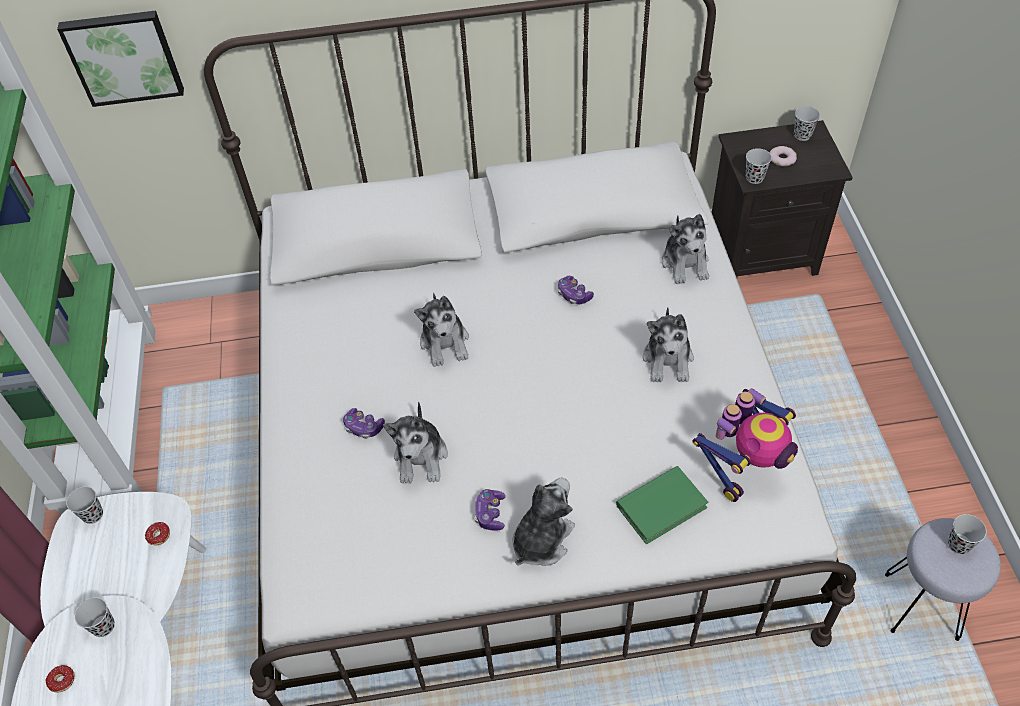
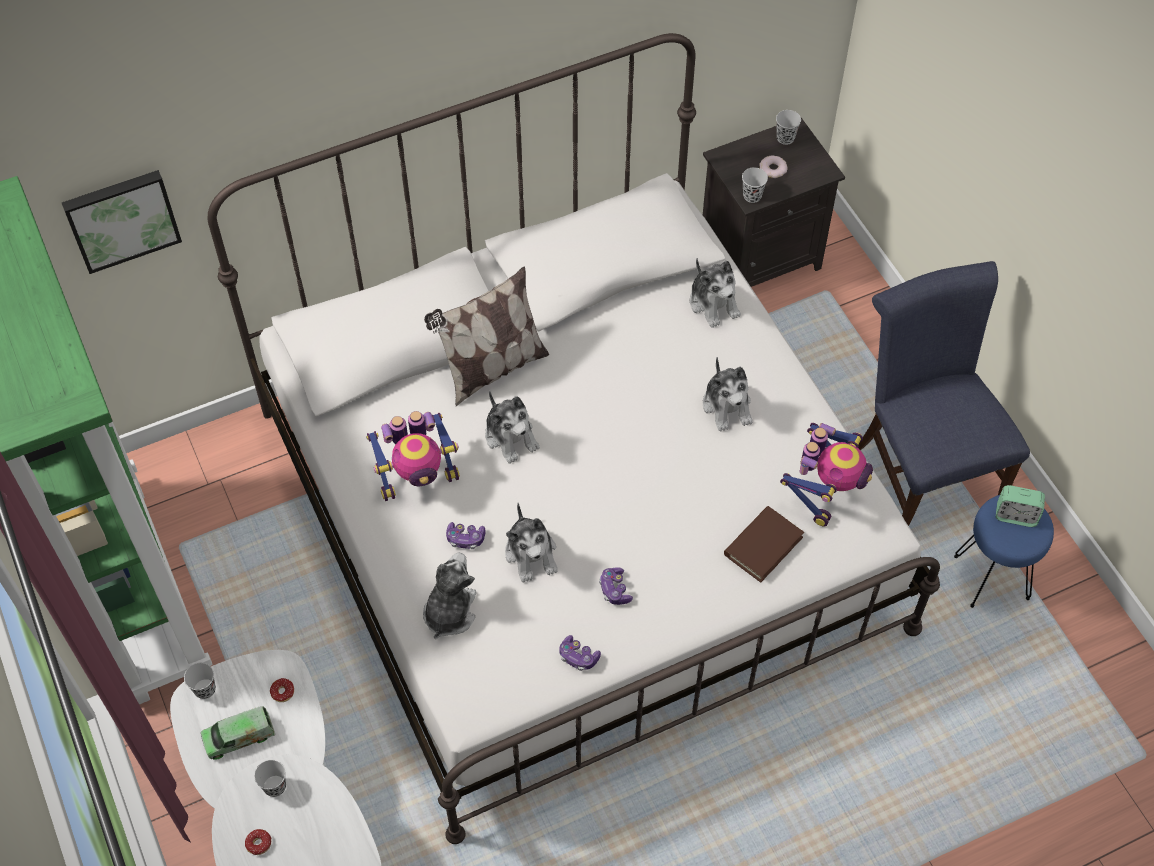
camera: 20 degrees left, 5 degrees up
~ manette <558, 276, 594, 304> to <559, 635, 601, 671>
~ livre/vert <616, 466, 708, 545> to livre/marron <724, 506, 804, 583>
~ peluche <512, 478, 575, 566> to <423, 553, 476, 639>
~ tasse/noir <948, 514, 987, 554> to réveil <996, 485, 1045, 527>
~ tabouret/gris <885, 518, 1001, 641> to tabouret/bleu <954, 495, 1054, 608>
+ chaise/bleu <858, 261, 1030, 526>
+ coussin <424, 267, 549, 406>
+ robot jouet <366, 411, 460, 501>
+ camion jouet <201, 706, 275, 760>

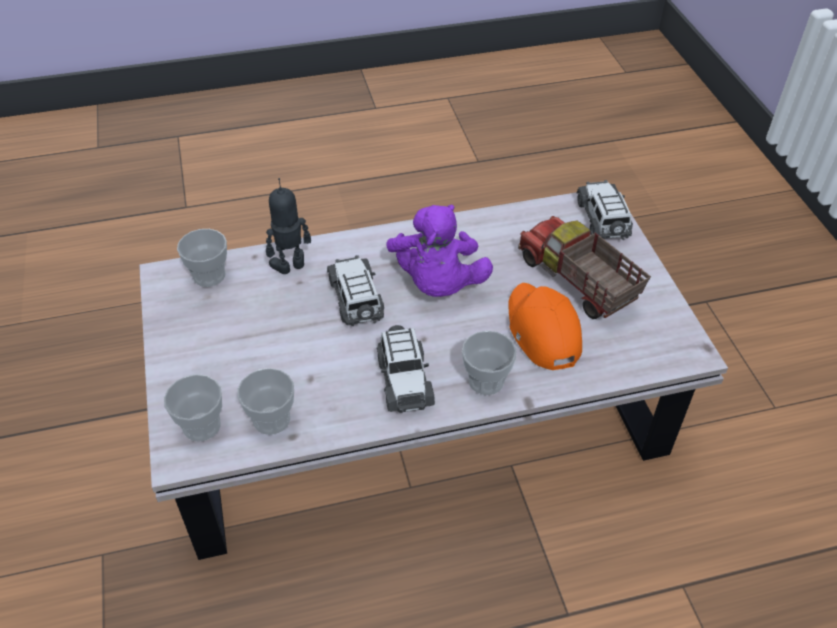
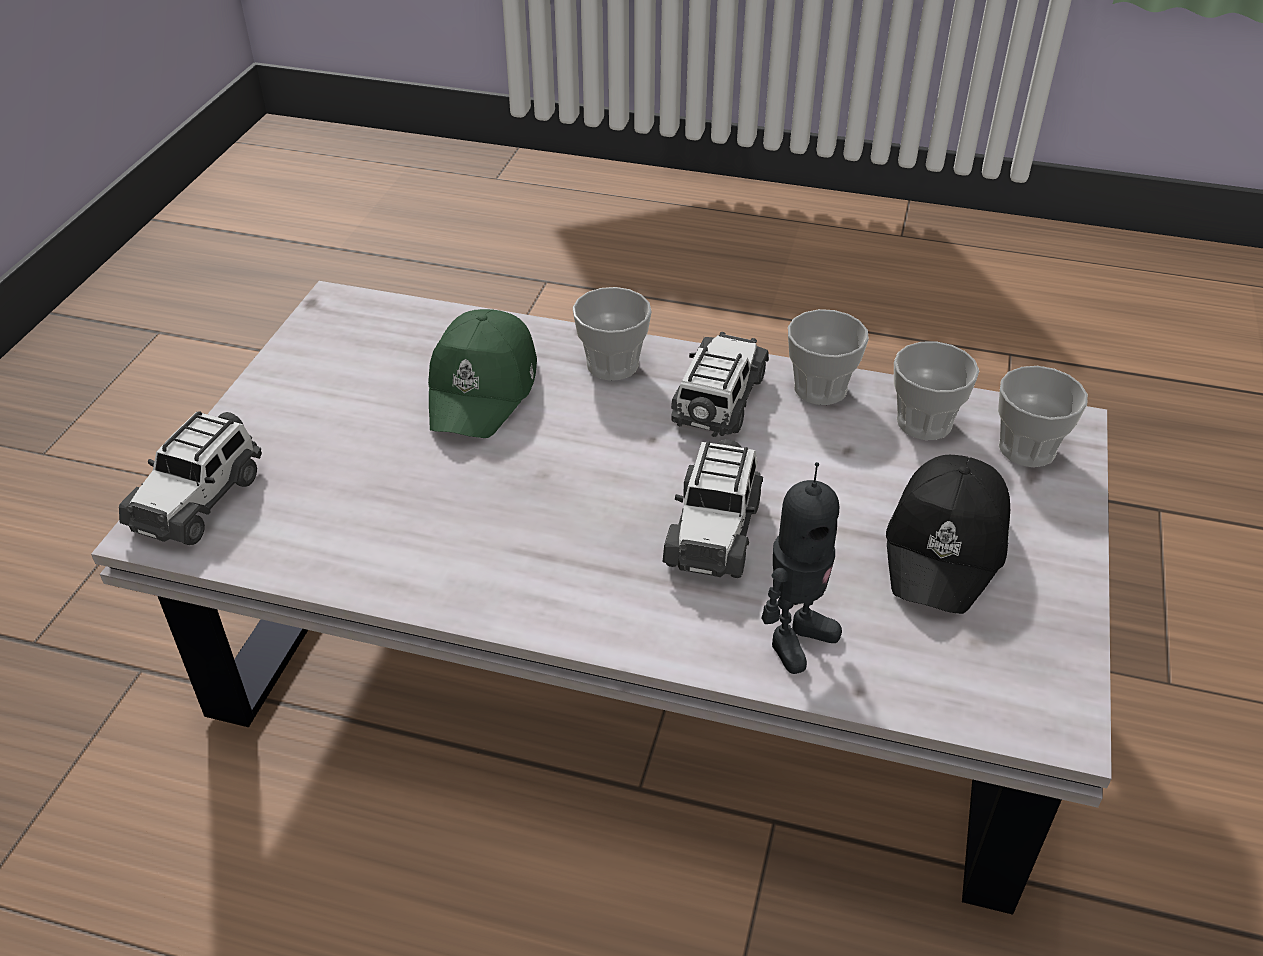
camera: 150 degrees left, 5 degrees down
~ robot jouet <266, 178, 311, 274> = <761, 462, 842, 674> 45 degrees counterclockwise
- peluche/violet <386, 204, 493, 297>
- camion jouet <518, 216, 651, 319>
~ tasse <177, 229, 227, 287> to <788, 309, 869, 405>
~ casquette/orange <508, 283, 582, 370> to casquette/vert <428, 309, 537, 438>
+ casquette/noir <886, 455, 1010, 614>

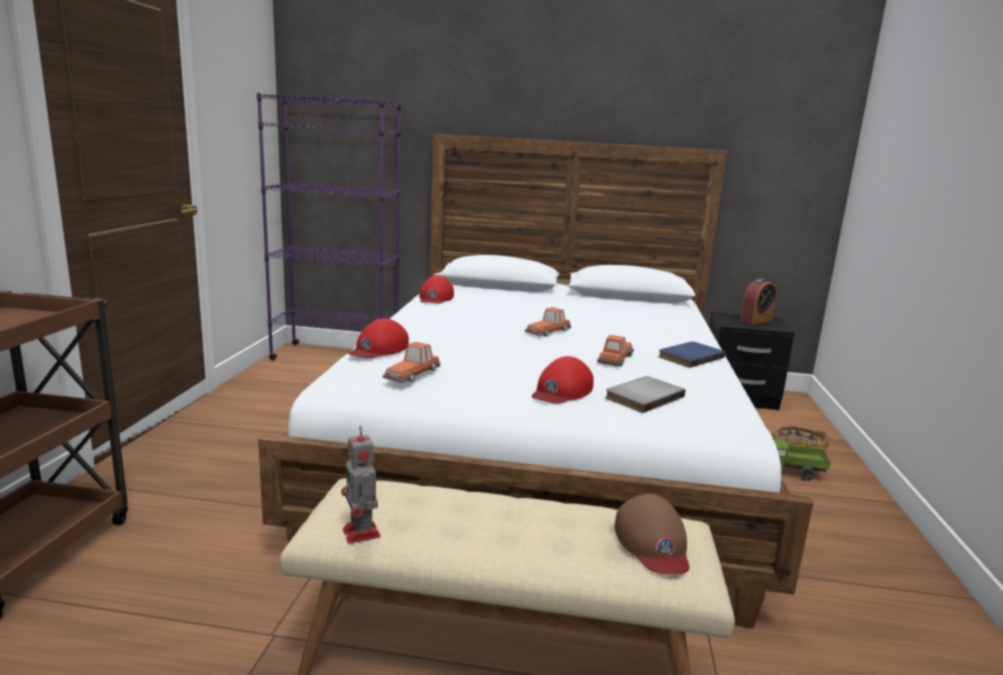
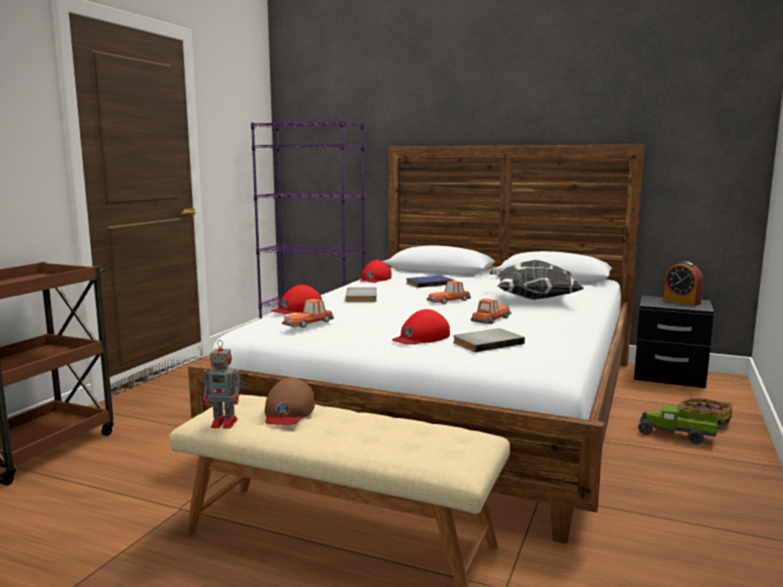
camera: 15 degrees right, 5 degrees down
~ réveil <740, 278, 776, 324> = <663, 261, 703, 306> 75 degrees clockwise
~ livre/bleu <658, 342, 725, 368> to <406, 275, 454, 288>
~ robot jouet <341, 426, 381, 544> = <203, 340, 244, 429> 75 degrees counterclockwise
~ casquette/marron <615, 494, 690, 575> to <265, 377, 315, 425>
+ coussin <489, 260, 585, 300>
+ livre/gris <345, 287, 377, 302>

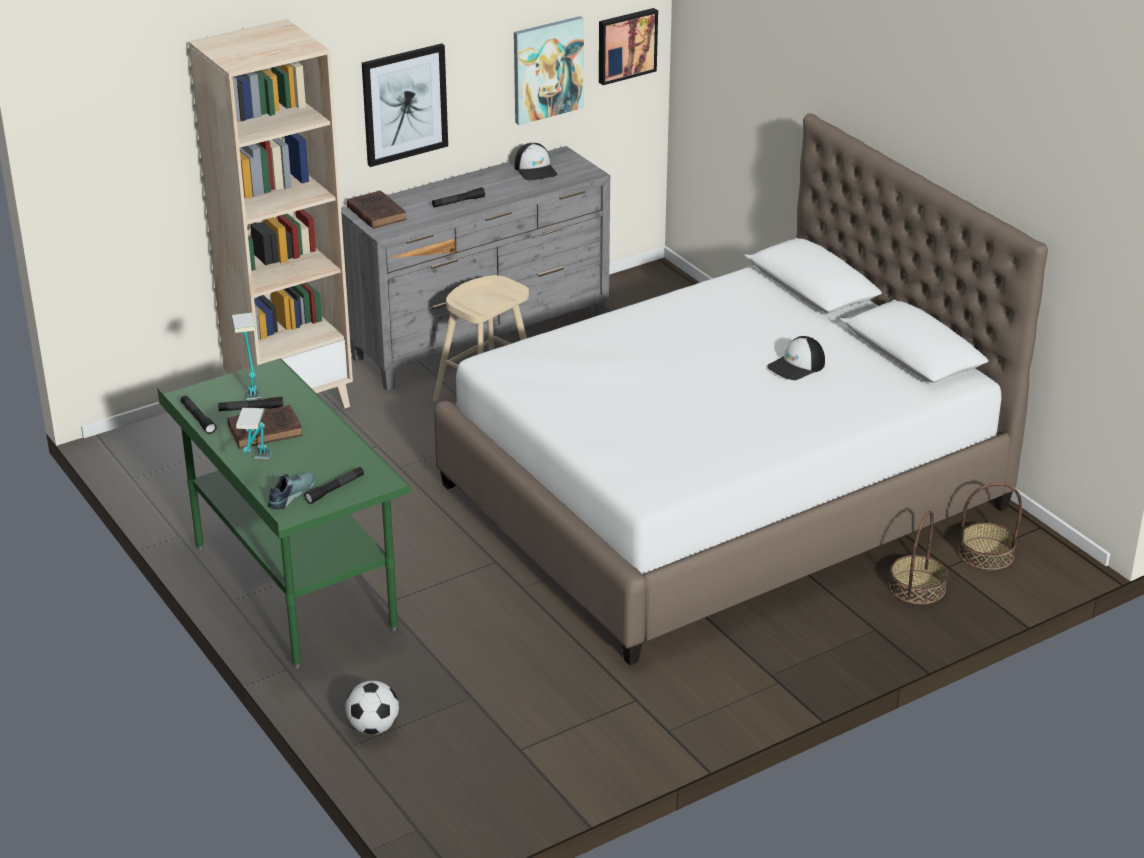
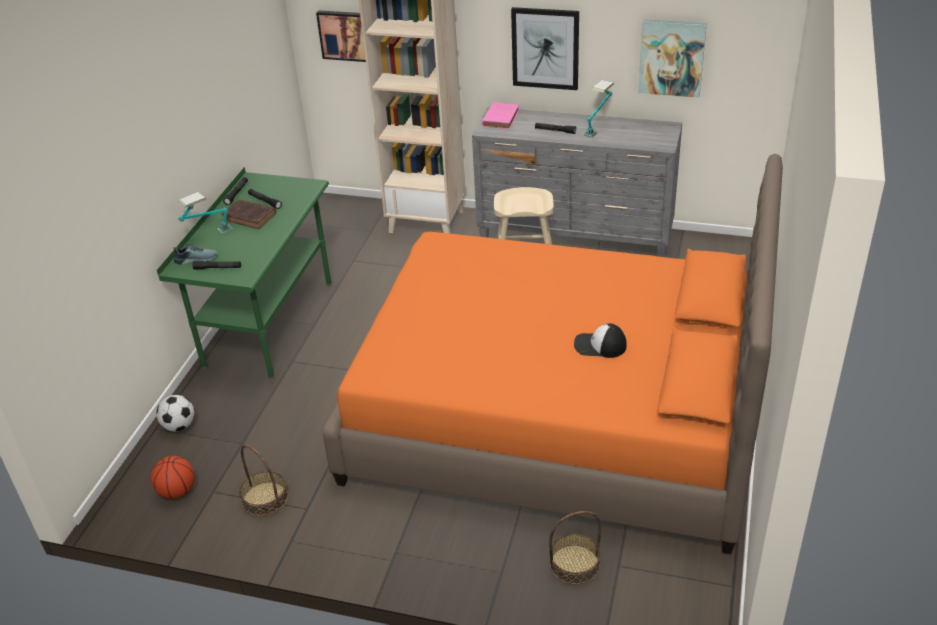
camera: 50 degrees right, 5 degrees up
~ tableau <599, 8, 658, 85> to <316, 10, 366, 62>
~ lit/blanc <435, 114, 1048, 665> to lit/orange <322, 154, 783, 554>
- casquette <514, 143, 558, 180>
~ livre/marron <346, 190, 407, 229> to livre/rose <482, 102, 519, 129>
~ lampe de table <232, 313, 261, 401> to <584, 80, 614, 138>
~ panier <958, 483, 1022, 571> to <239, 445, 288, 516>
+ ballon de basket <151, 456, 195, 499>

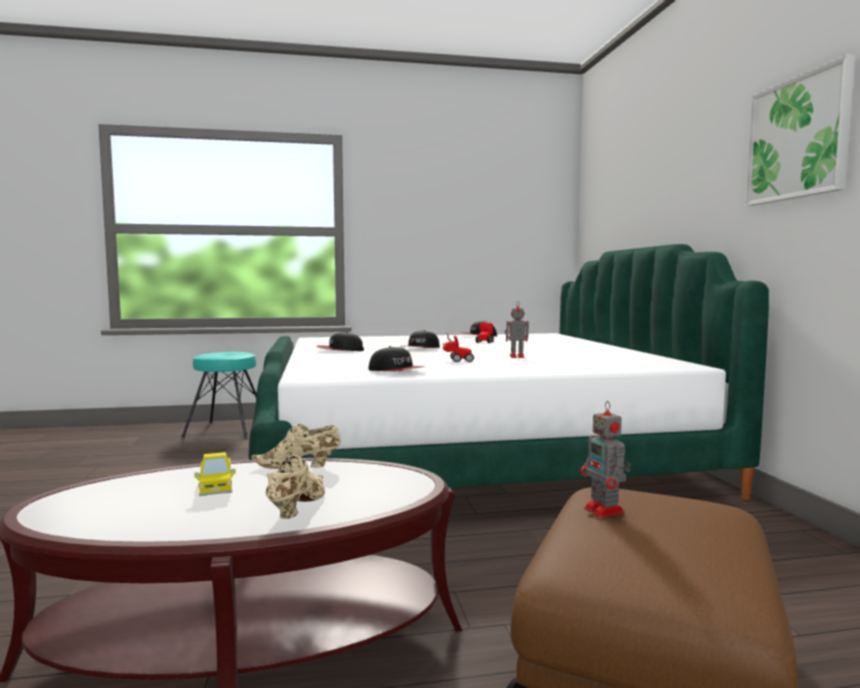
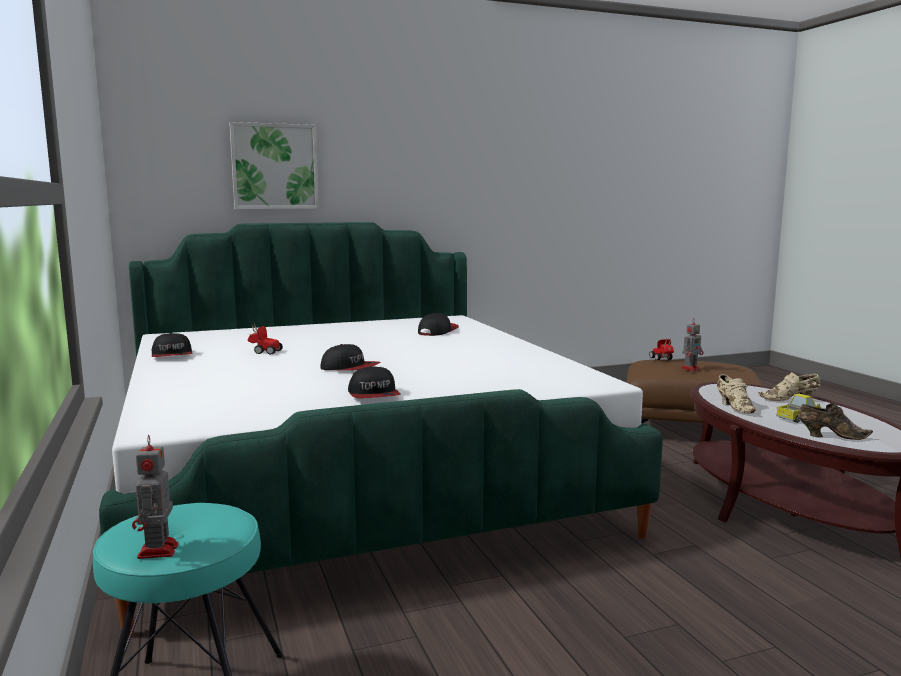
camera: 100 degrees left, 5 degrees up
~ tableau <746, 54, 855, 206> to <229, 122, 319, 209>
~ robot jouet <505, 301, 529, 358> to <132, 435, 179, 559>
~ petite voiture <442, 332, 474, 362> to <649, 339, 674, 360>
~ casquette <368, 346, 426, 371> to <418, 313, 459, 336>
+ chaussure/marron <798, 403, 873, 440>

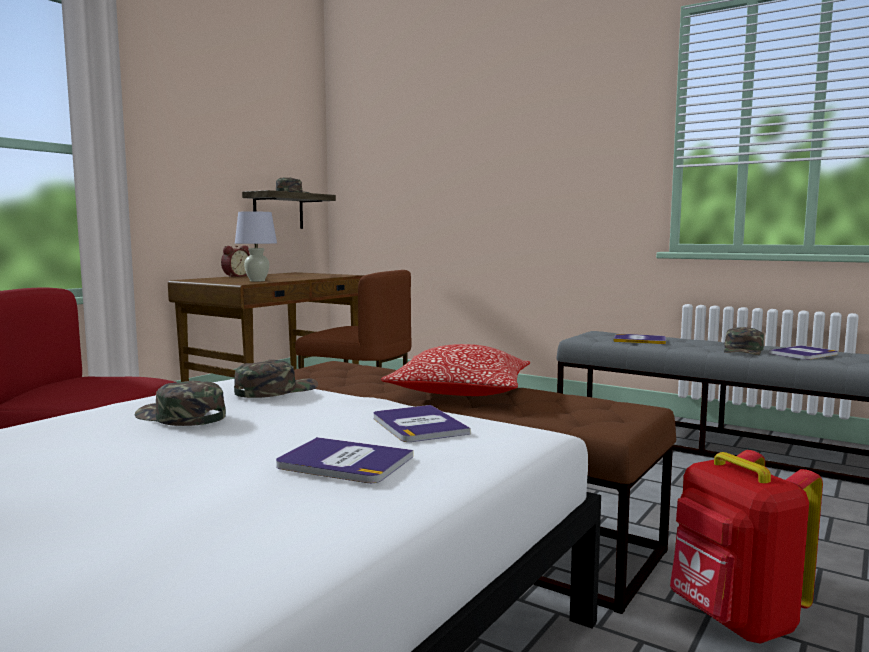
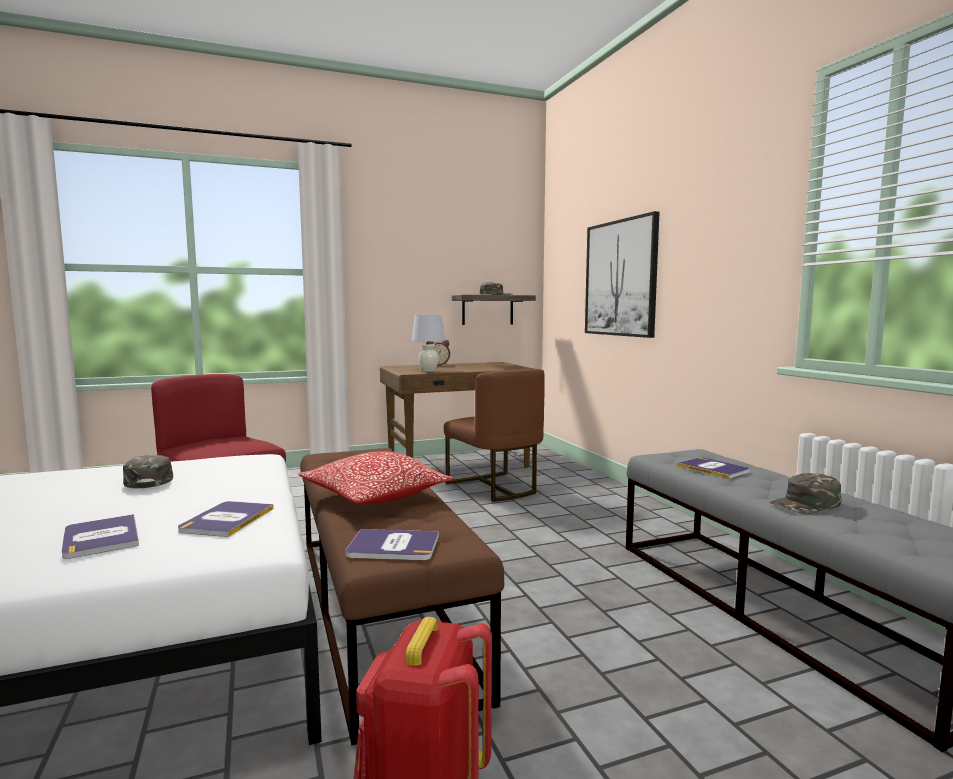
camera: 35 degrees right, 0 degrees up
~ livre <769, 345, 838, 360> to <346, 529, 439, 560>
- casquette/vert <234, 360, 318, 398>
+ tableau <585, 211, 659, 338>

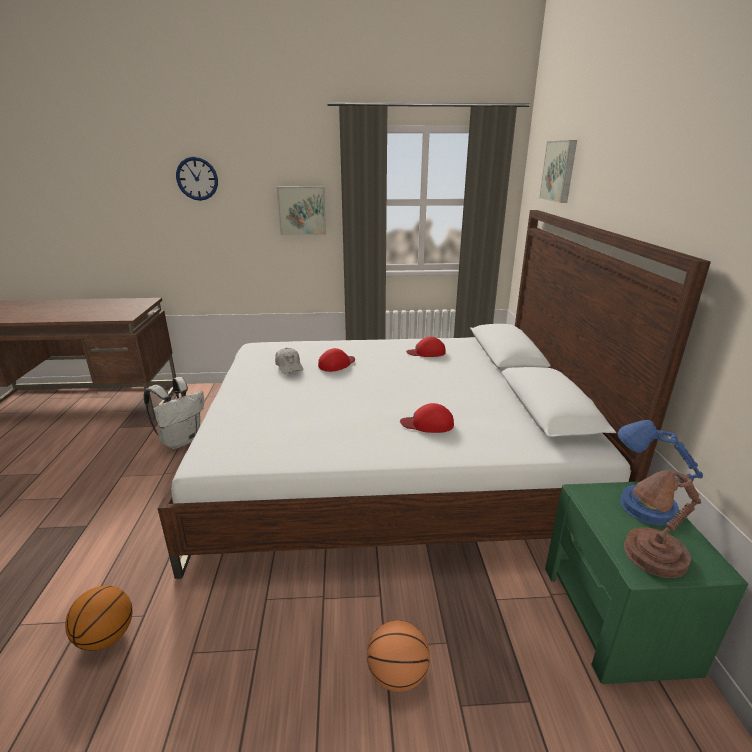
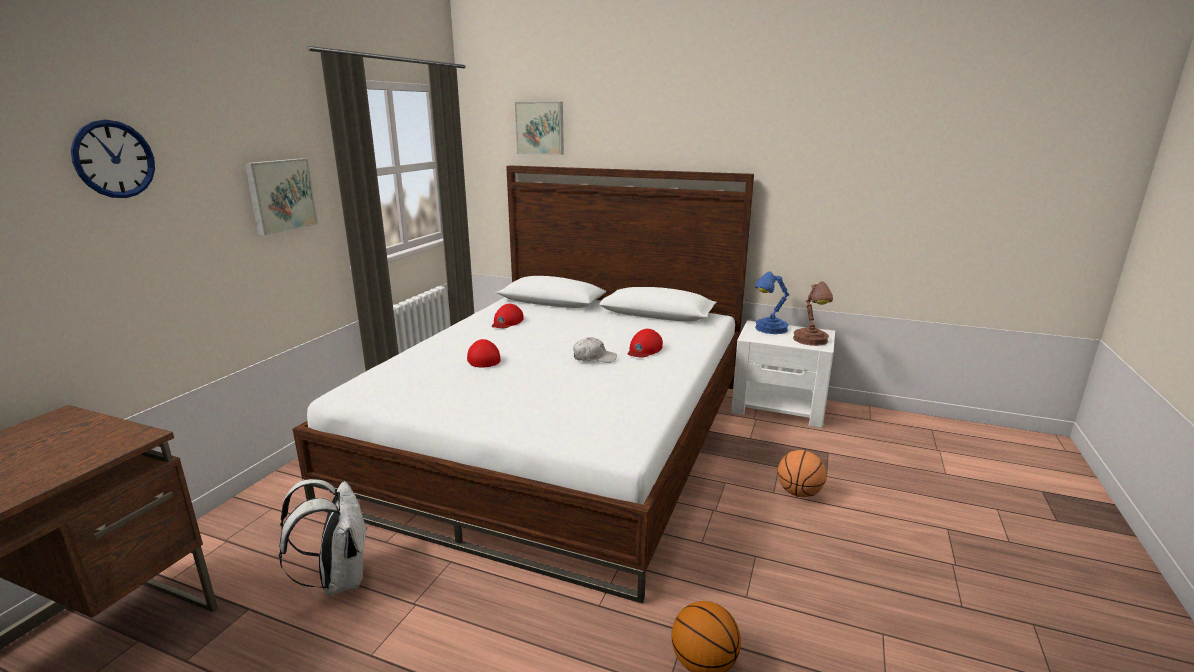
camera: 65 degrees left, 5 degrees down
~ casquette/blanc <275, 348, 303, 374> to <573, 337, 617, 363>
~ table de chevet/vert <545, 481, 748, 684> to table de chevet/blanc <731, 320, 835, 428>

